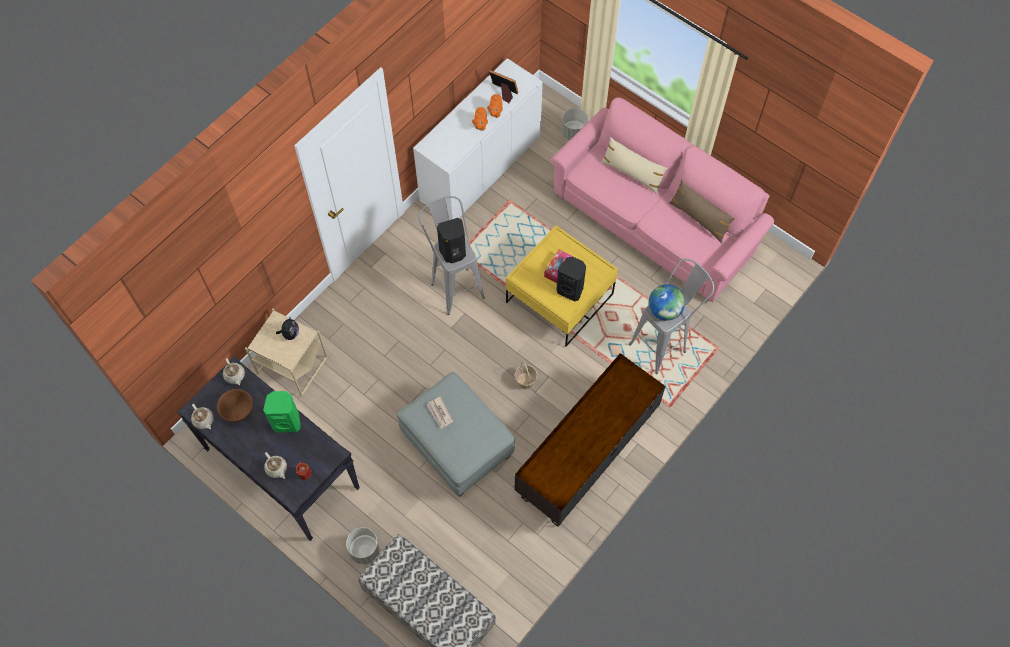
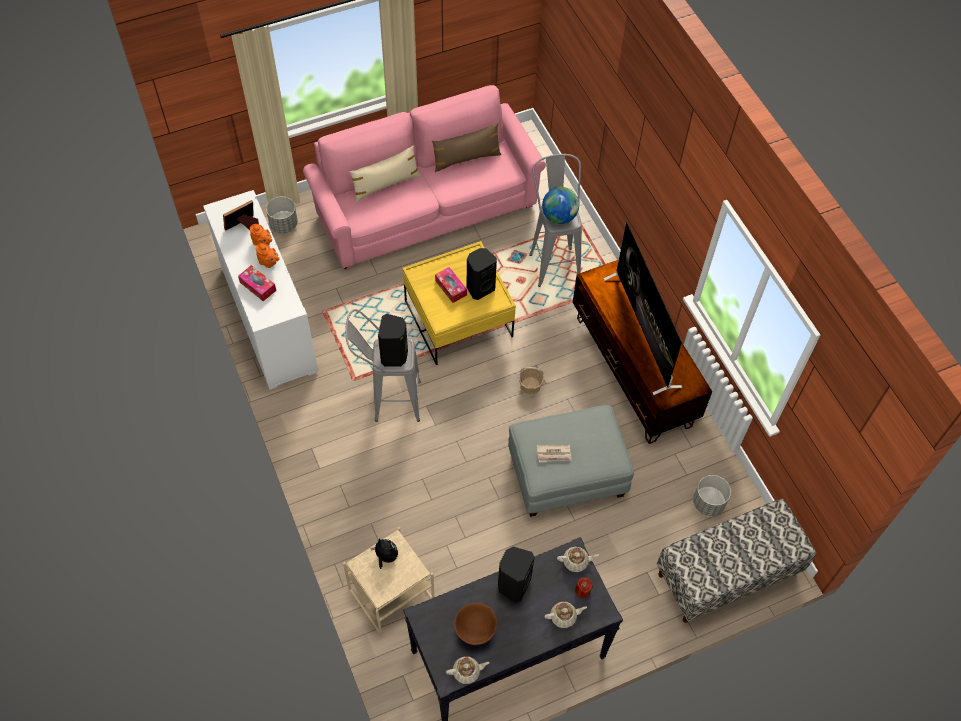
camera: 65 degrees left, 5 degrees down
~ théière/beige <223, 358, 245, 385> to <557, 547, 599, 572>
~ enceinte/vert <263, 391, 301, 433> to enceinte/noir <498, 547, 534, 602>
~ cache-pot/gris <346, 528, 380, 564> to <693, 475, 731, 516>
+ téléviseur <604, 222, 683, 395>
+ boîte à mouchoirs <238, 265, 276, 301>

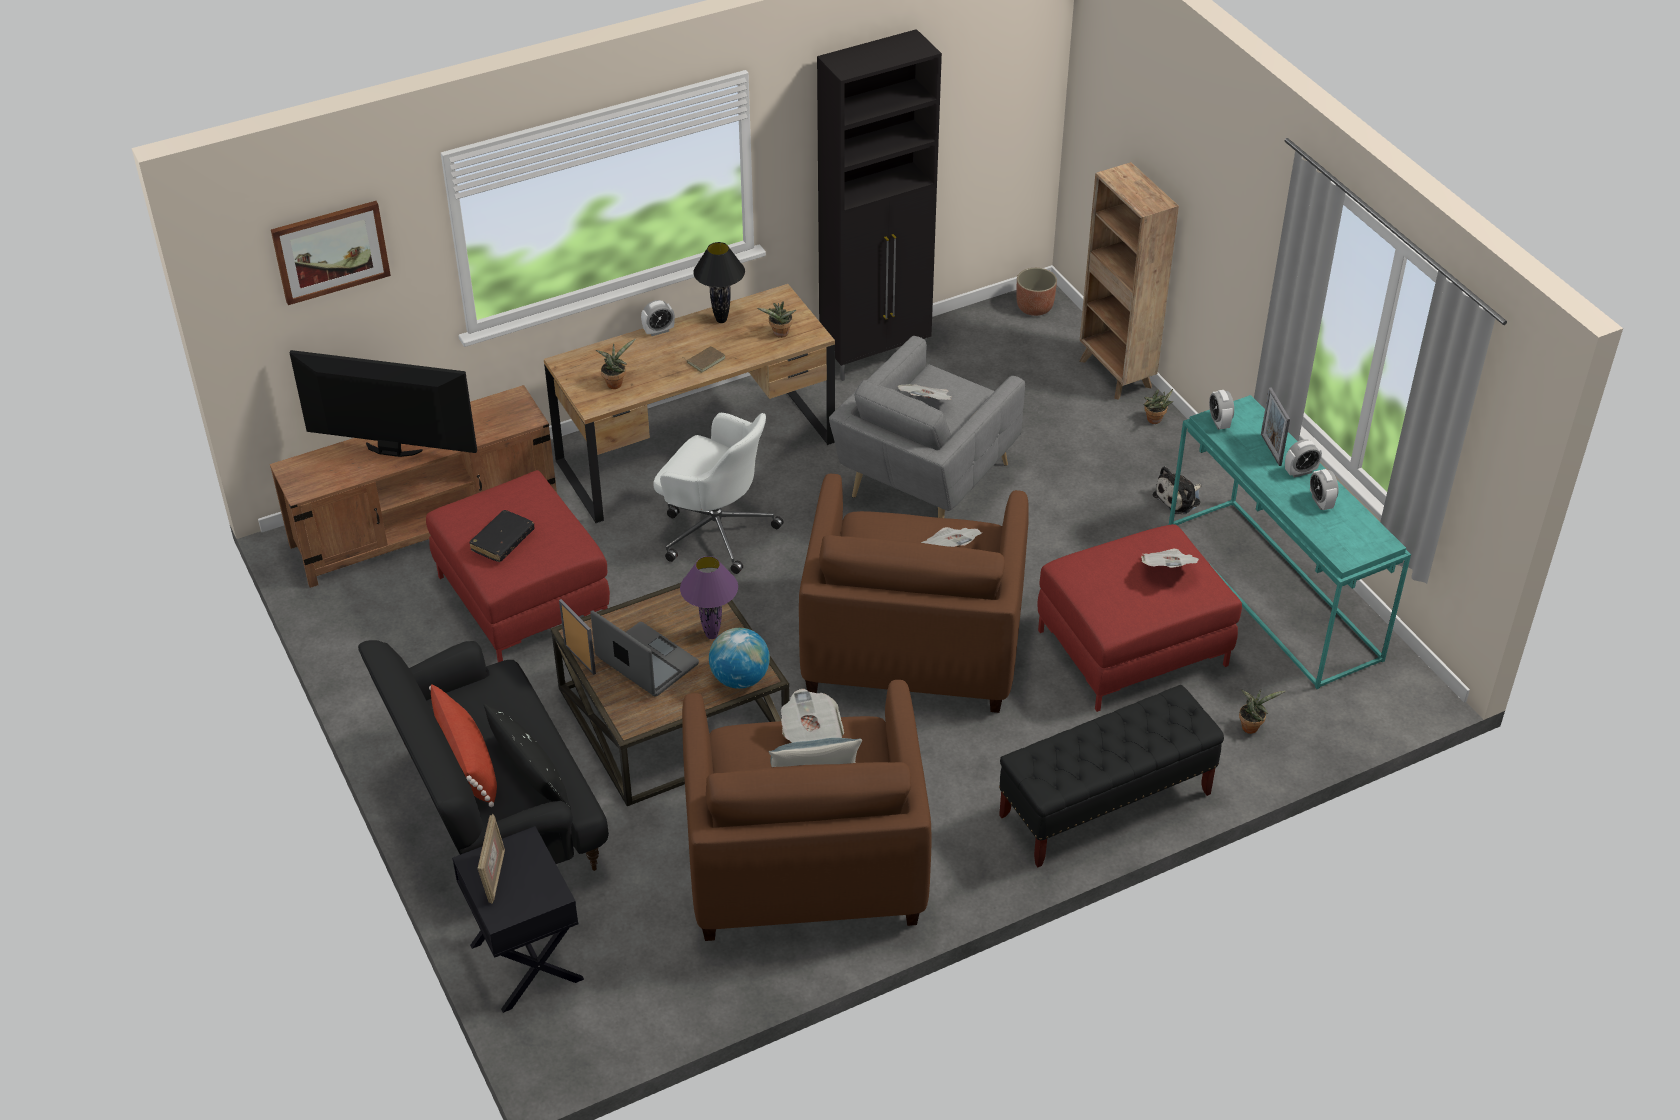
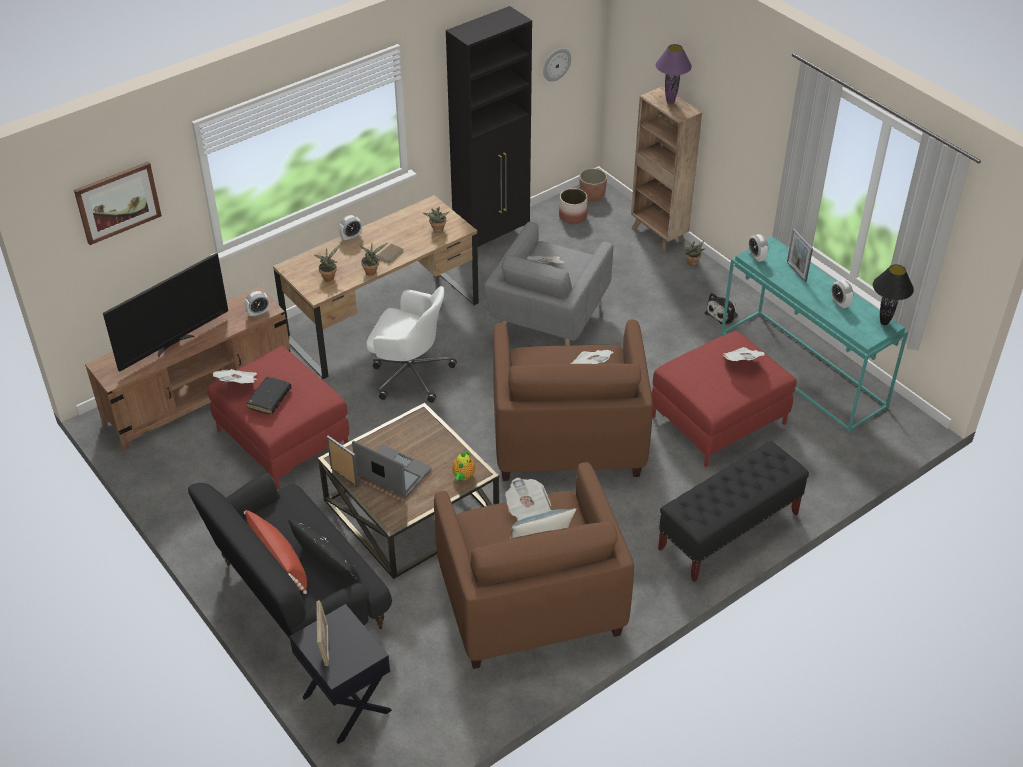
camera: 10 degrees left, 0 degrees up
~ lampe de table/noir <693, 242, 745, 323> to <873, 264, 914, 325>
~ téléviseur <290, 350, 477, 457> = <103, 253, 228, 372> 135 degrees clockwise
~ réveil <1285, 439, 1322, 477> to <245, 291, 270, 317>
~ lampe de table/violet <680, 556, 738, 639> to <656, 44, 692, 104>
~ globe <709, 628, 770, 689> to théière <452, 450, 475, 481>
~ plante en pot <1239, 689, 1286, 734> to <360, 242, 389, 276>
+ horloge murale <543, 48, 571, 82>
+ cache-pot <559, 188, 588, 224>
+ journal <213, 369, 257, 384>

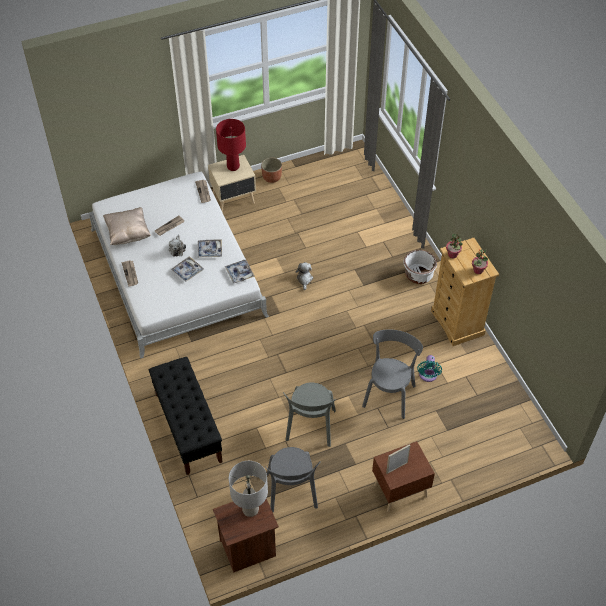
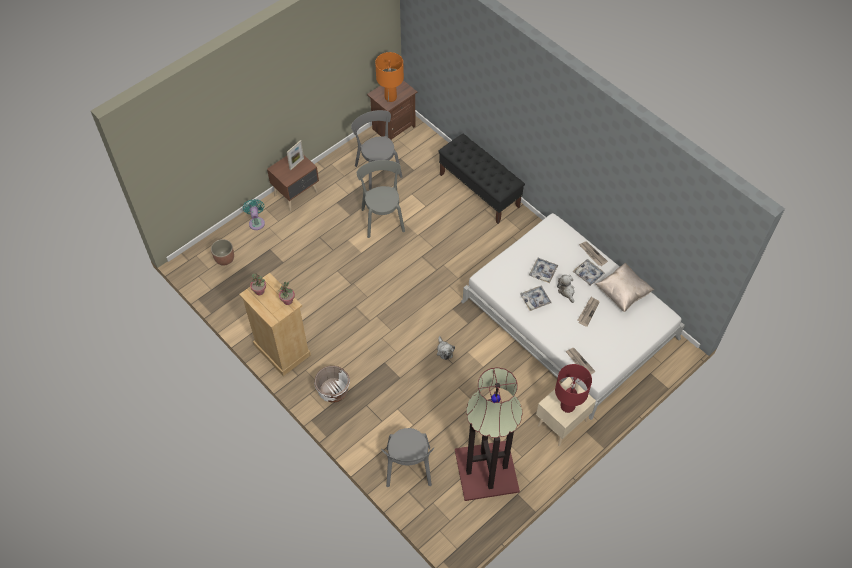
camera: 160 degrees right, 5 degrees up
~ cache-pot <261, 158, 282, 183> to <211, 239, 234, 265>
~ plateau <225, 260, 255, 283> to <573, 259, 605, 286>
~ chaise/gris <362, 329, 423, 419> to <381, 428, 434, 487>
~ ventilateur/turquoise <417, 355, 442, 382> to <243, 199, 265, 230>
~ lampe de table/gris <229, 461, 268, 517> to lampe de table/orange <375, 52, 404, 102>
+ lampadaire <455, 367, 522, 501>

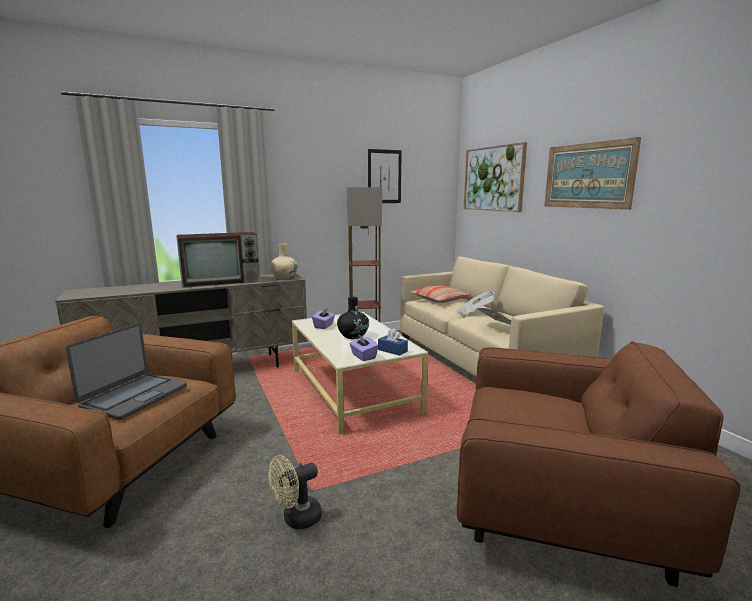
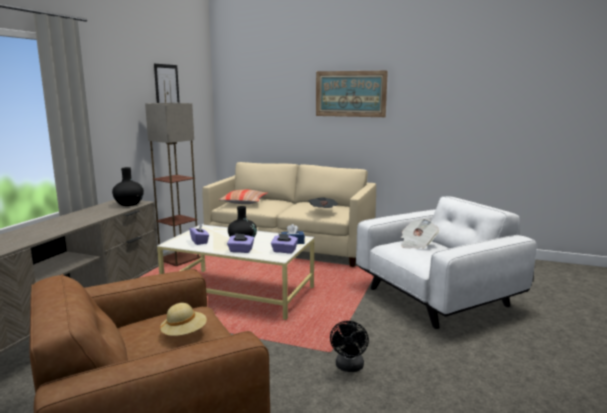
camera: 45 degrees left, 0 degrees up
- tableau <464, 142, 527, 212>
- téléviseur <177, 232, 260, 288>
~ vase/beige <270, 244, 298, 279> to vase/noir <112, 167, 144, 206>
~ journal <456, 291, 495, 314> to <401, 219, 439, 249>
~ ordinateur portable <65, 323, 187, 420> to chapeau/beige <160, 303, 207, 337>
~ fauteuil/marron <457, 341, 740, 587> to fauteuil/blanc <356, 196, 537, 329>
~ ventilateur/beige <268, 455, 322, 529> to ventilateur/noir <330, 321, 369, 372>
+ boîte à mouchoirs/violet <227, 233, 254, 253>

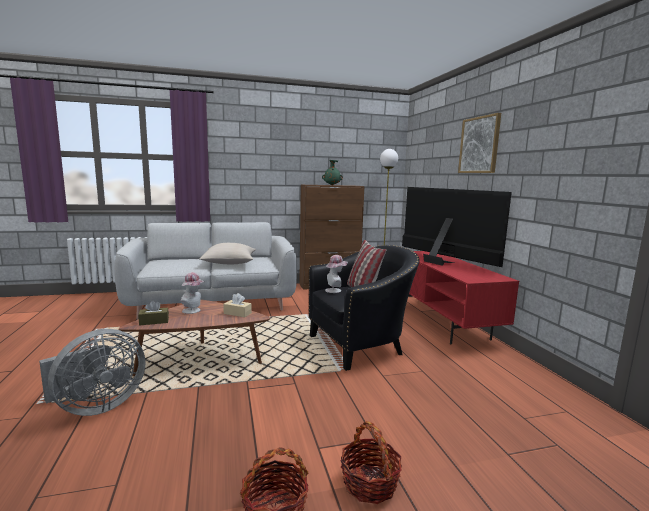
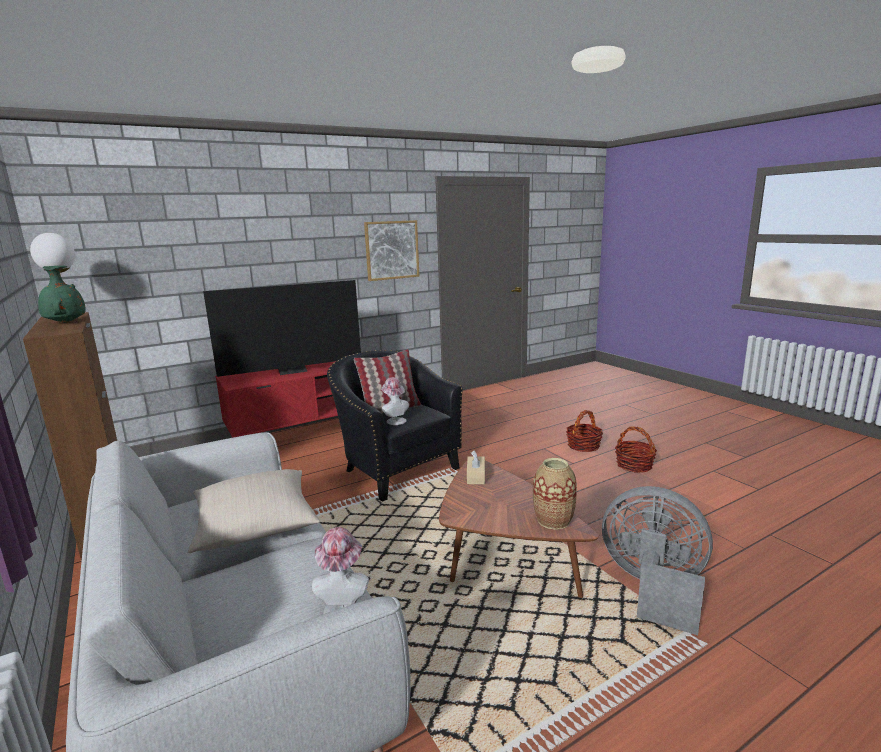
camera: 105 degrees left, 5 degrees up
~ tableau <458, 113, 501, 173> to <364, 220, 419, 281>
~ téléviseur <402, 187, 512, 267> = <203, 280, 361, 377> 150 degrees counterclockwise
~ chapeau <181, 272, 205, 314> to <312, 527, 369, 614>
~ boîte à mouchoirs/marron <138, 301, 169, 326> to vase <533, 458, 577, 530>

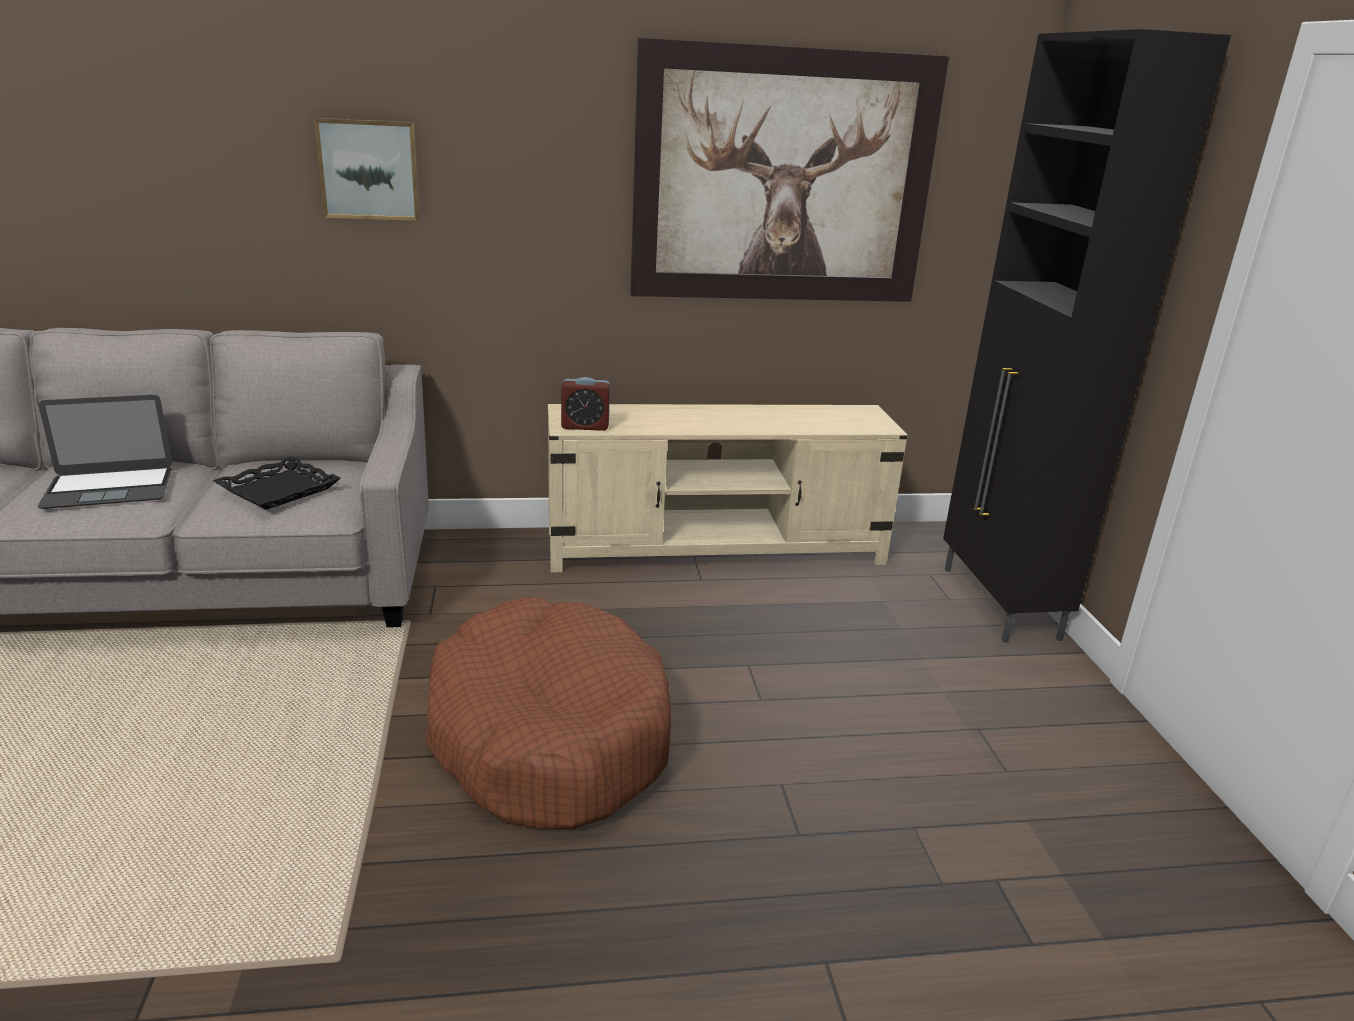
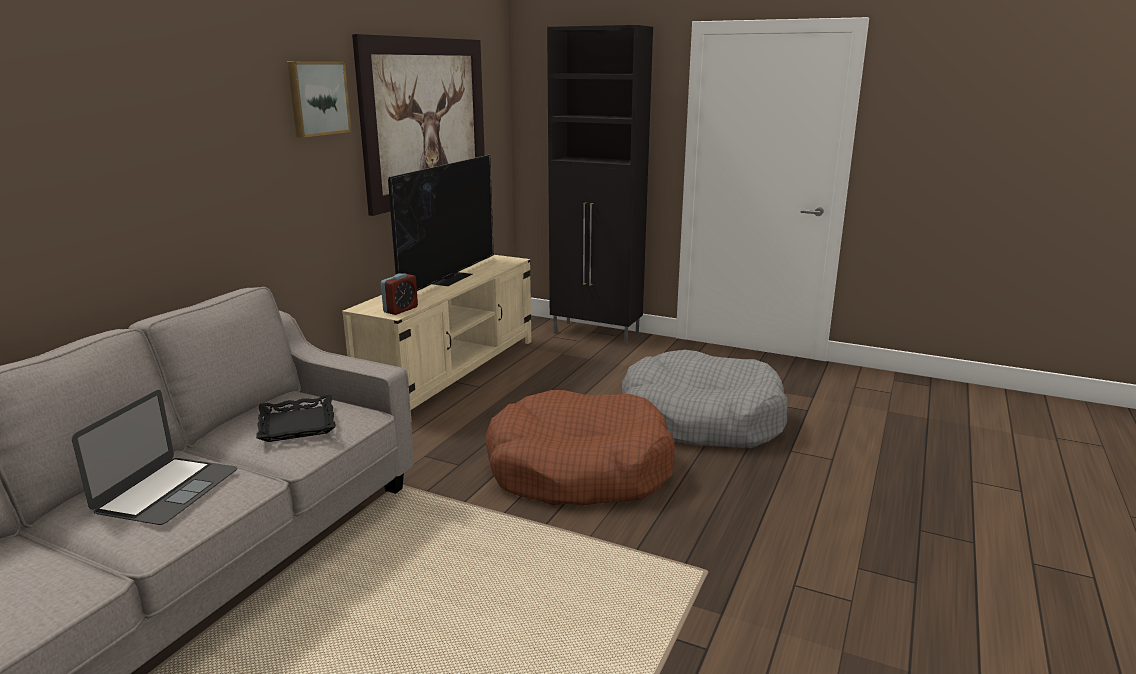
camera: 55 degrees left, 5 degrees down
~ tableau <314, 118, 420, 221> to <287, 61, 352, 138>
+ téléviseur <388, 155, 494, 291>
+ panier pour chien/gris <622, 350, 788, 448>

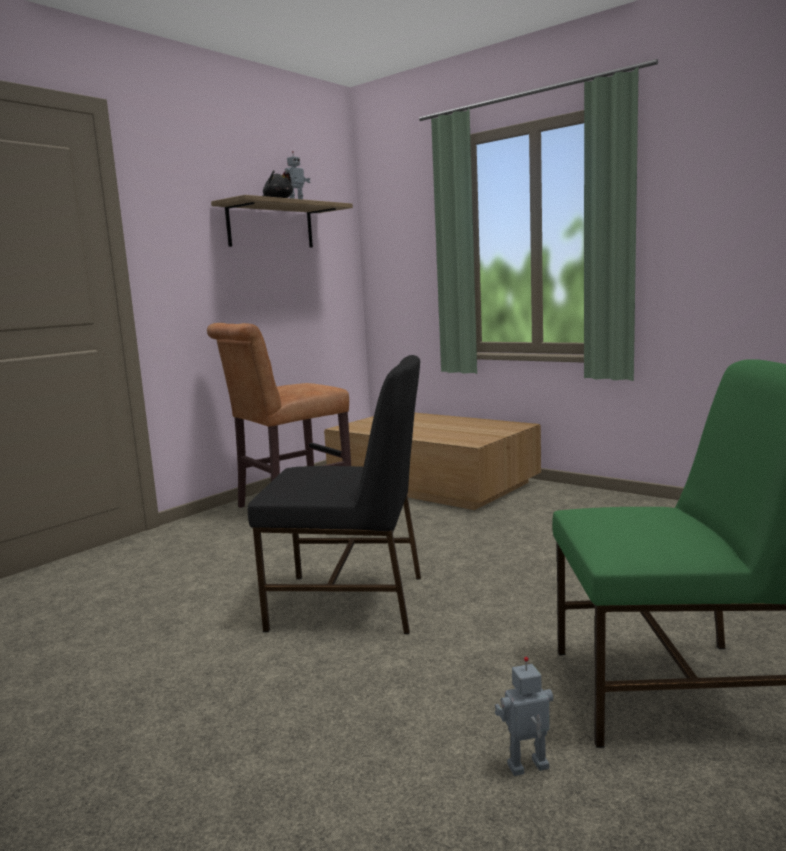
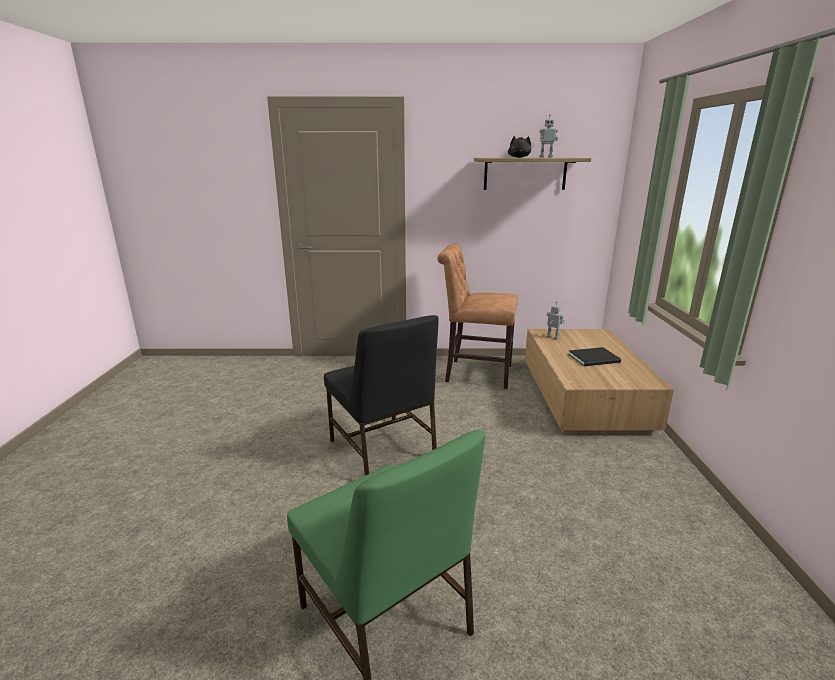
camera: 50 degrees right, 10 degrees up
~ robot jouet <495, 657, 553, 776> to <546, 302, 565, 340>
+ livre/noir <568, 347, 621, 366>

